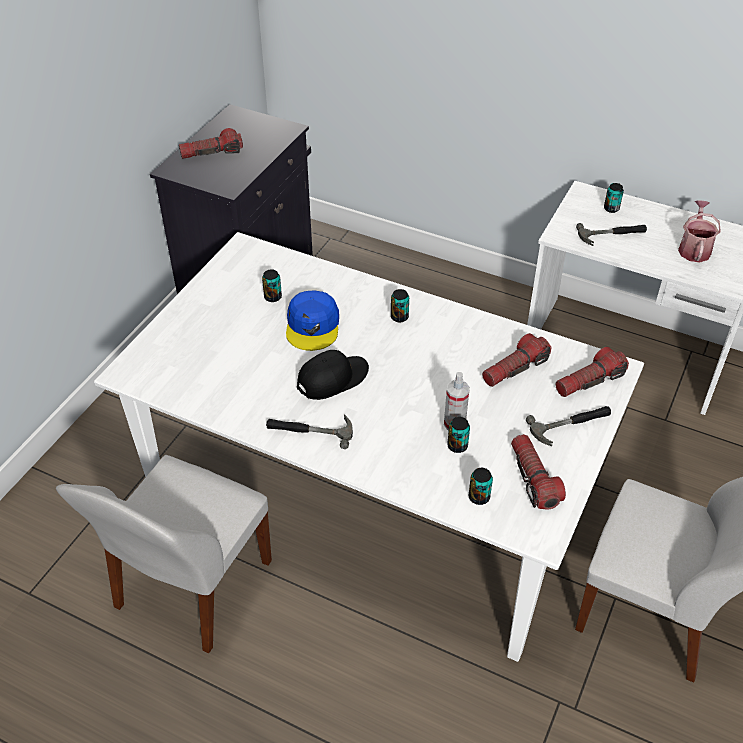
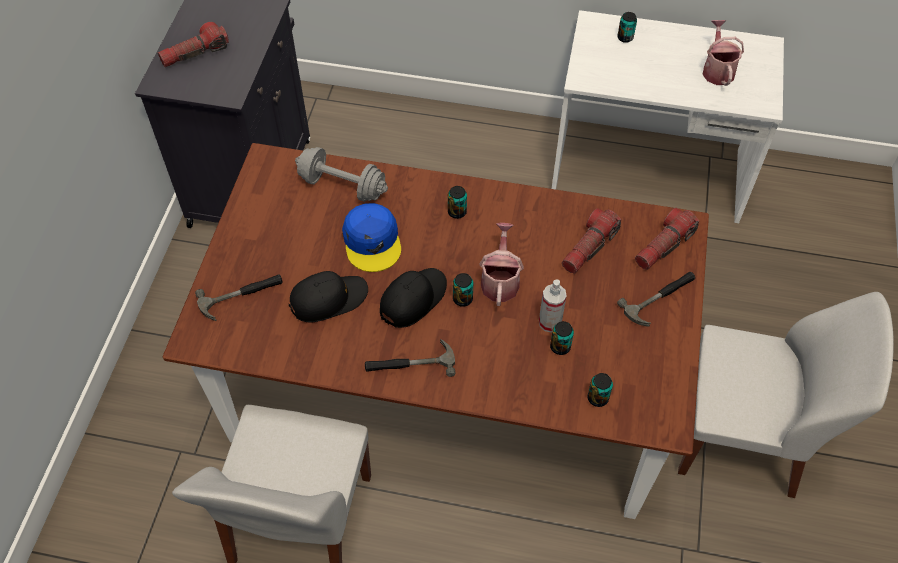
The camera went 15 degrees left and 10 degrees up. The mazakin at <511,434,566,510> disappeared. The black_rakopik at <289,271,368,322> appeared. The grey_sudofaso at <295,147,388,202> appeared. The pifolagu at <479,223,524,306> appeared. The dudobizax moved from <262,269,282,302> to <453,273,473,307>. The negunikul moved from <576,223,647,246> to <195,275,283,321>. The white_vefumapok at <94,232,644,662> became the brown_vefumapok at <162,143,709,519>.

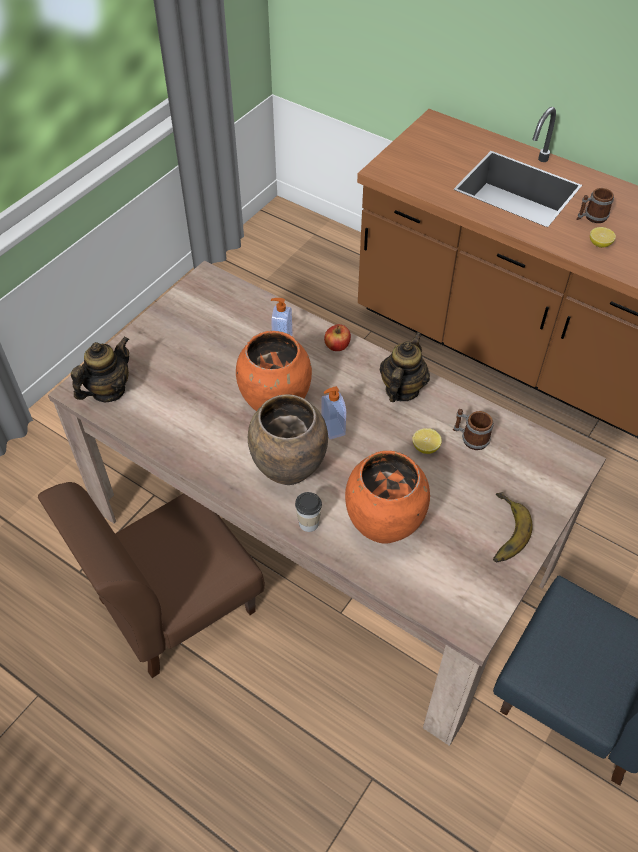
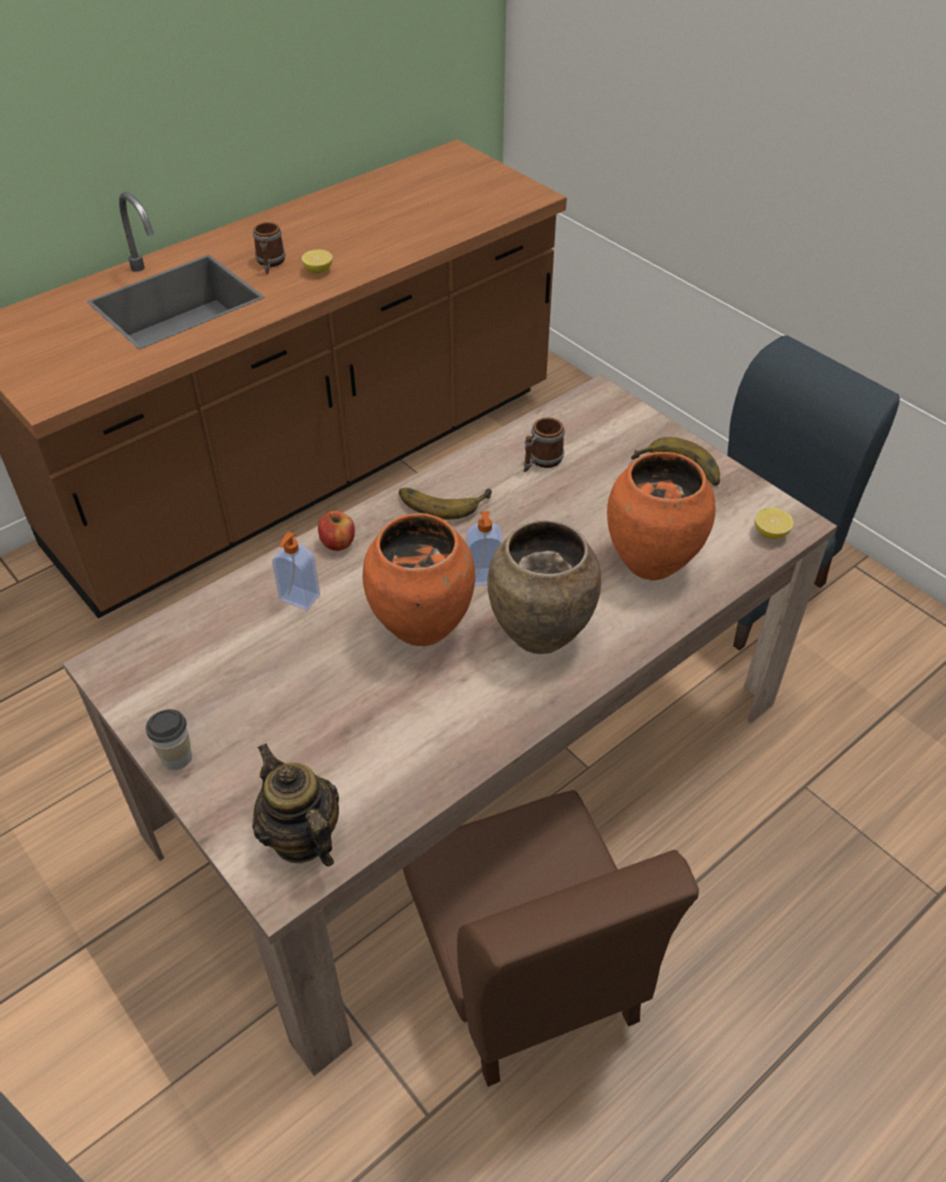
The camera went 75 degrees left and 5 degrees down. The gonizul moved from <295,492,322,532> to <146,709,192,770>. The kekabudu moved from <412,428,442,454> to <755,508,794,539>. The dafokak at <380,332,430,402> was replaced by the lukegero at <399,488,492,520>.

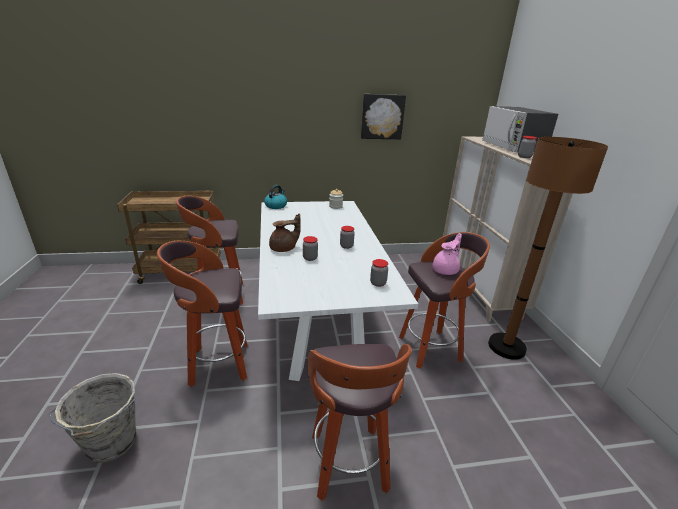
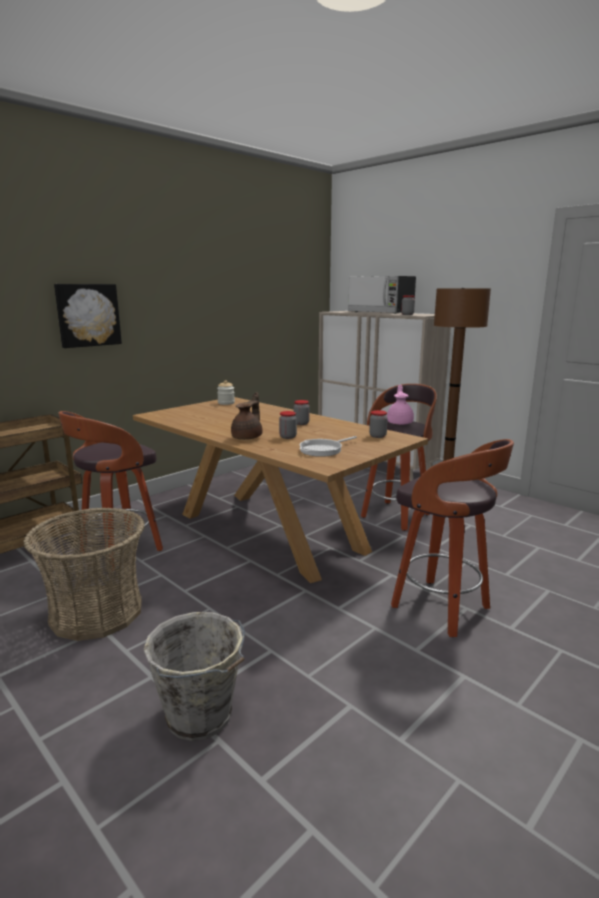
The camera went 35 degrees left and 10 degrees down. The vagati at <157,241,248,387> disappeared. The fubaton at <264,185,287,209> disappeared. The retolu at <23,507,145,641> appeared. The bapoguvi at <299,436,357,457> appeared. The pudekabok moved from <361,94,406,139> to <54,284,122,348>. The white_vefumapok at <258,201,418,381> became the brown_vefumapok at <133,397,428,583>.

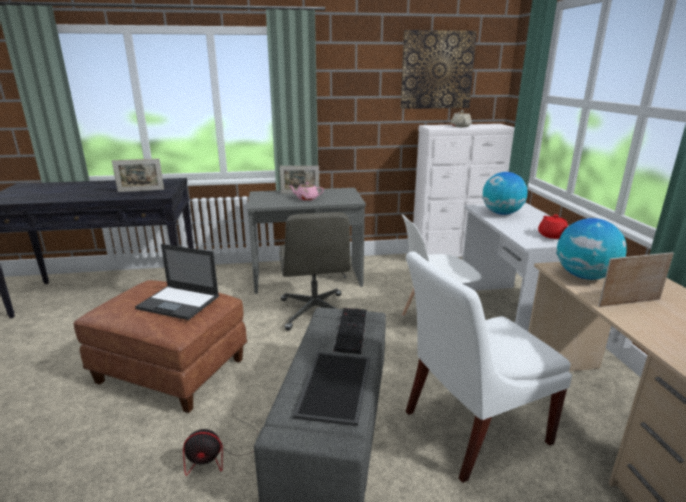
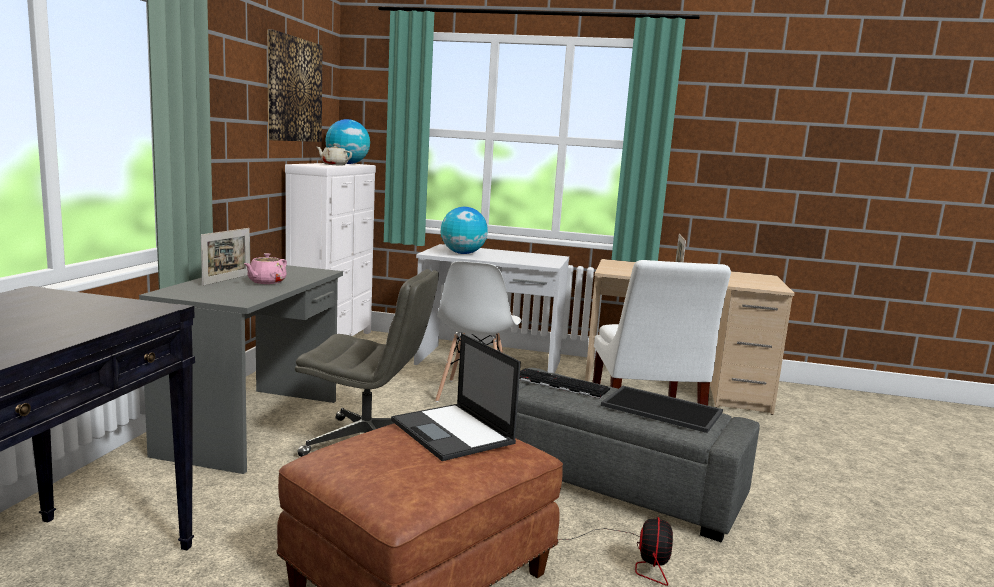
The camera went 70 degrees left and 10 degrees down. The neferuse at <112,159,164,192> disappeared. The red_dafokak at <538,214,568,239> disappeared. The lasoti moved from <556,218,627,280> to <325,119,370,164>. The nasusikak at <135,244,219,320> turned 105 degrees clockwise.

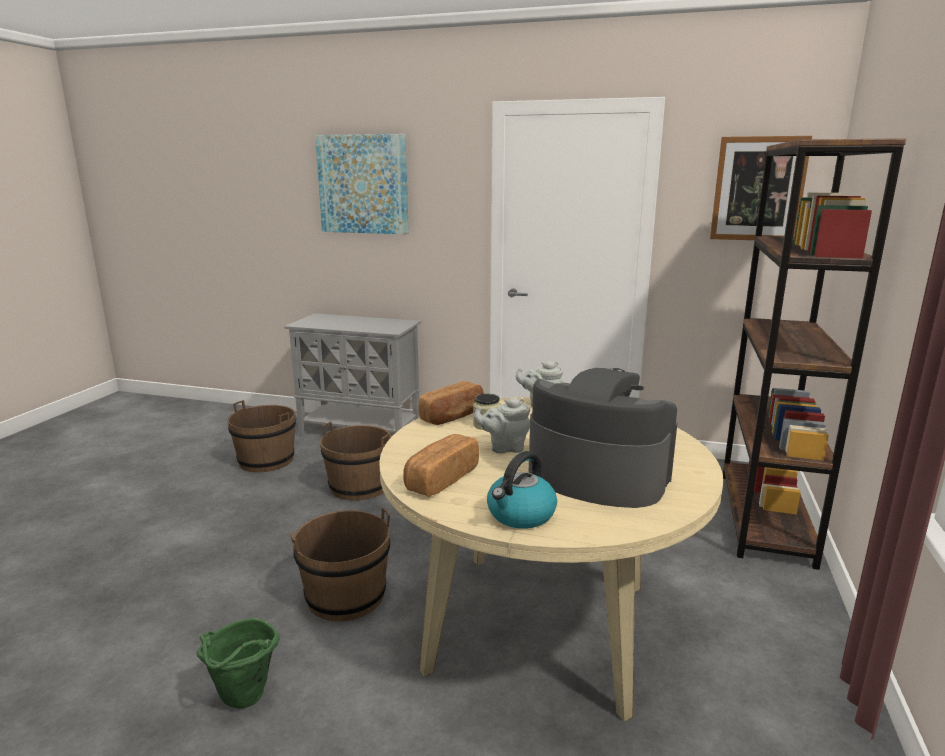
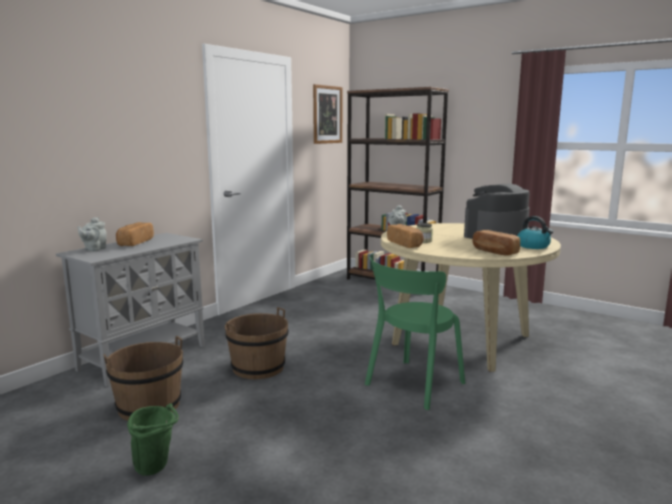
The camera went 70 degrees left and 5 degrees down. The pudekabok at <315,134,409,234> disappeared. The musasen at <116,222,154,246> appeared. The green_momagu moved from <197,618,280,709> to <127,403,179,476>. The grey_dafokak moved from <474,398,530,454> to <77,217,107,251>. The brown_momagu at <290,507,390,621> was replaced by the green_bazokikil at <365,257,465,410>.

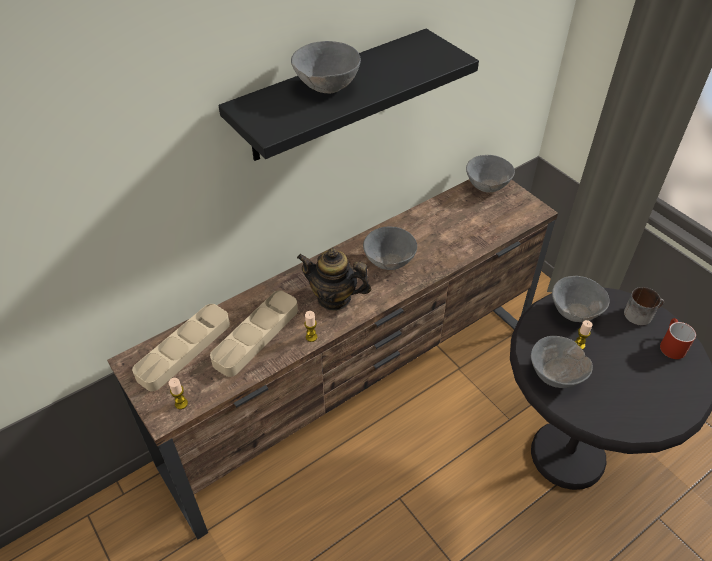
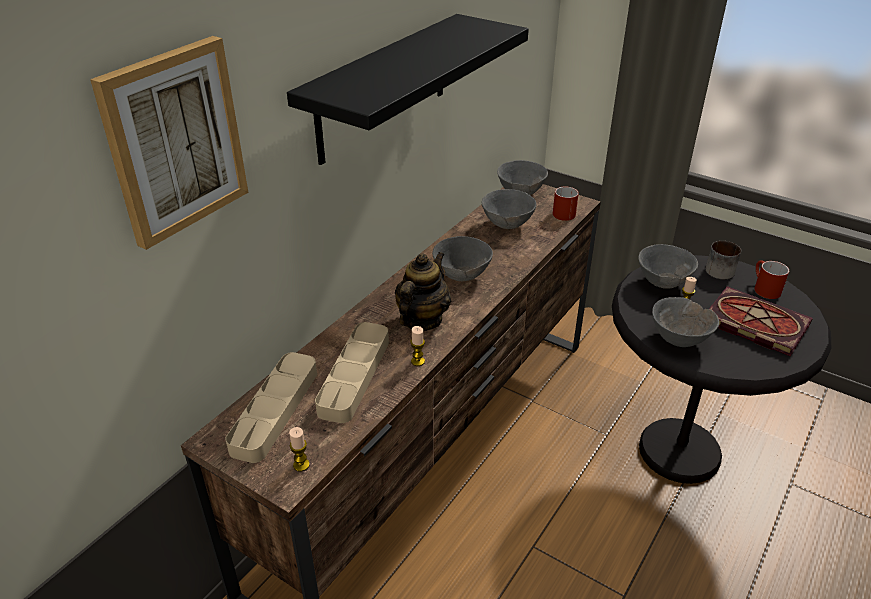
The camera went 20 degrees left and 10 degrees down. The pudekabok at <90,36,248,250> appeared. The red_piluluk at <553,186,579,221> appeared. The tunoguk at <709,286,813,356> appeared. The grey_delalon moved from <291,41,361,94> to <481,189,537,229>. The dafokak at <297,248,371,311> turned 120 degrees clockwise.

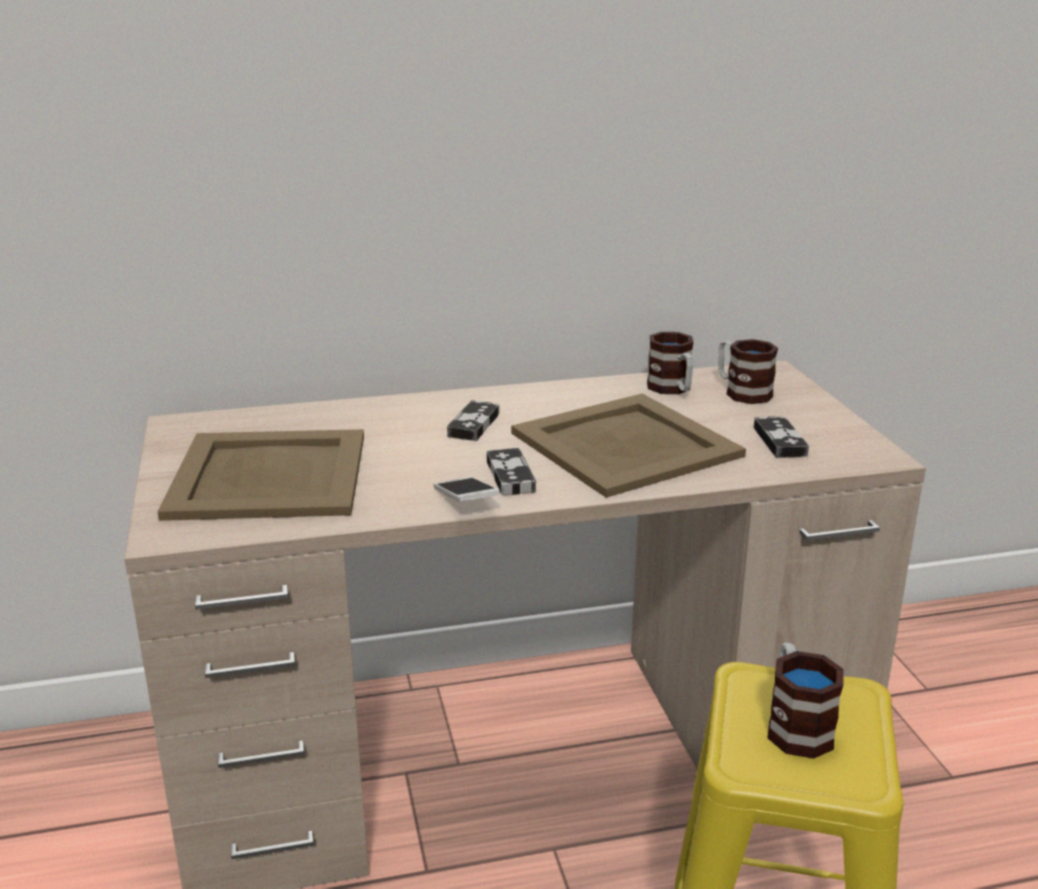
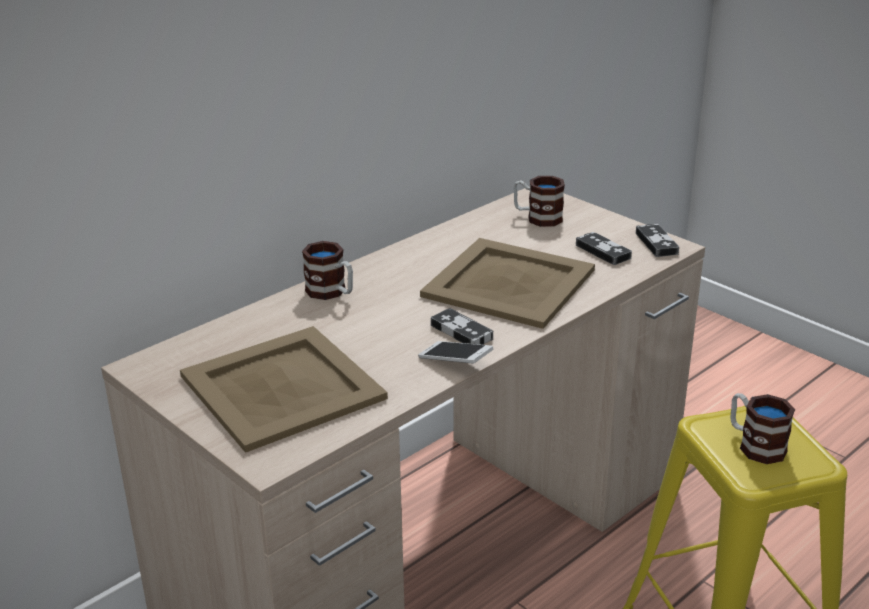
The camera went 30 degrees left and 5 degrees up. The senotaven moved from <447,400,499,441> to <636,224,679,257>. The piluluk moved from <647,332,694,394> to <302,241,353,300>.

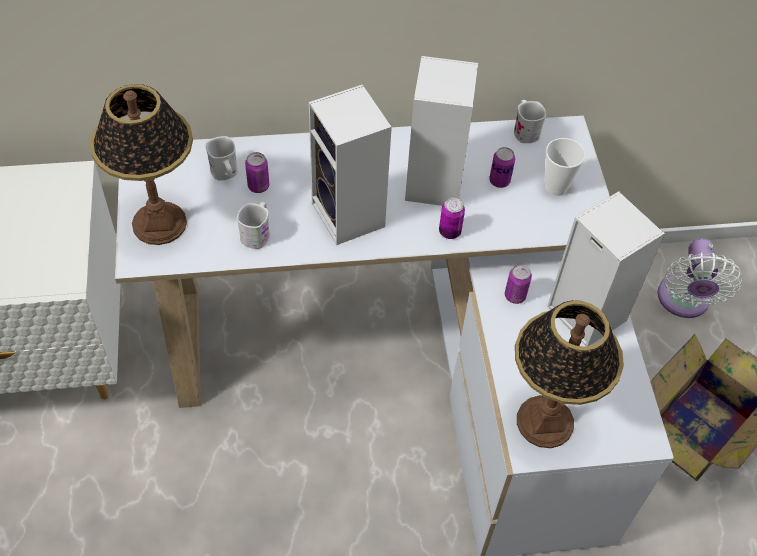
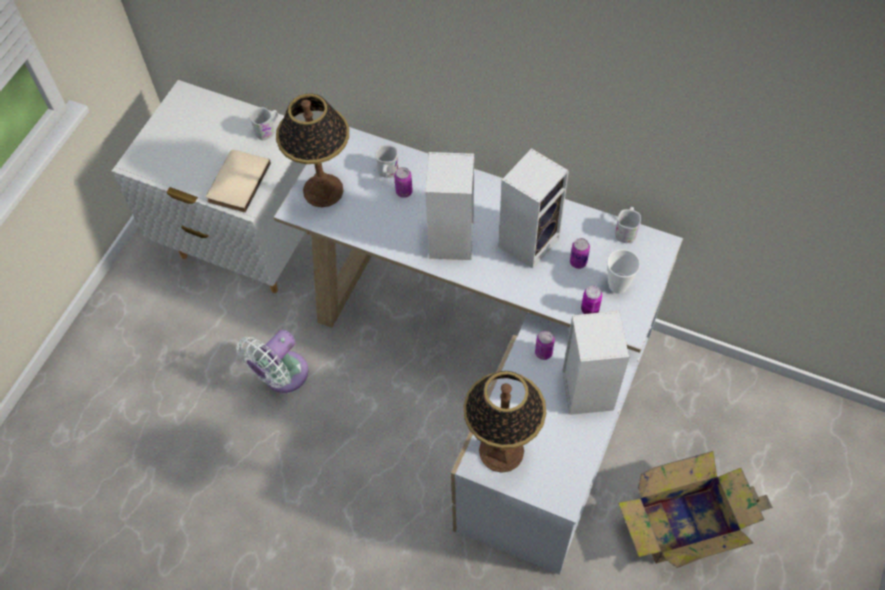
The camera went 35 degrees right and 5 degrees up. The beige_tunoguk at <206,150,271,213> appeared. The white_piluluk moved from <237,202,270,249> to <249,107,278,140>. The dudobizax moved from <439,198,465,239> to <581,286,602,314>. The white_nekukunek moved from <658,238,743,318> to <236,330,308,393>.

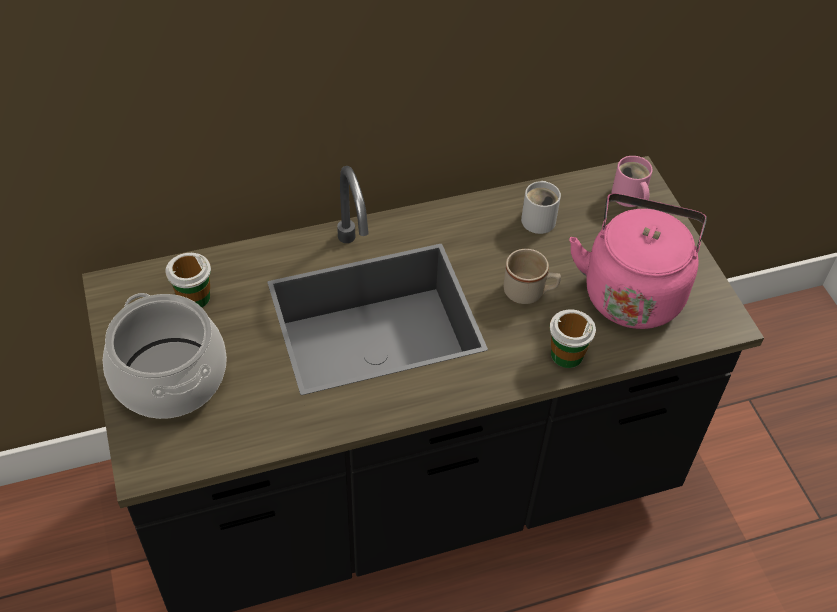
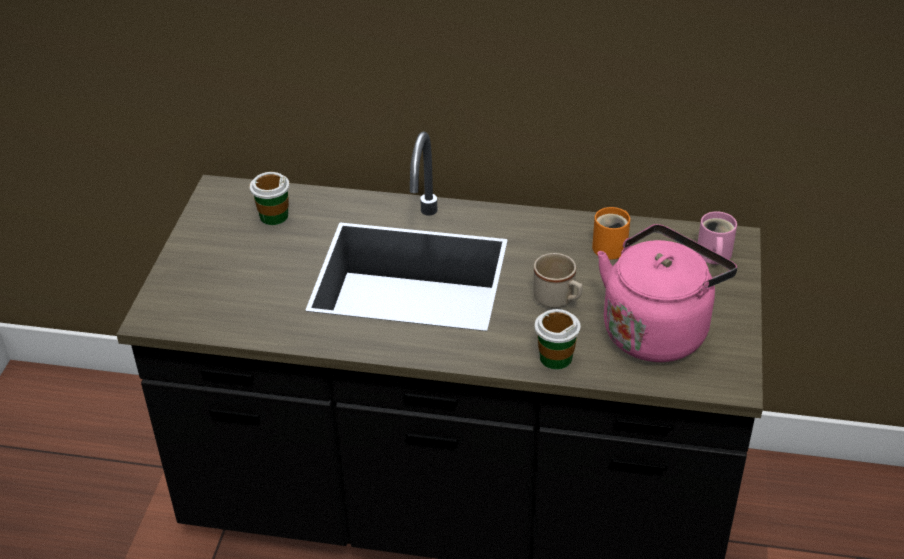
The camera went 30 degrees right and 10 degrees down. The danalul at <103,293,227,419> disappeared. The white_piluluk at <521,181,561,234> became the orange_piluluk at <592,207,630,260>.

